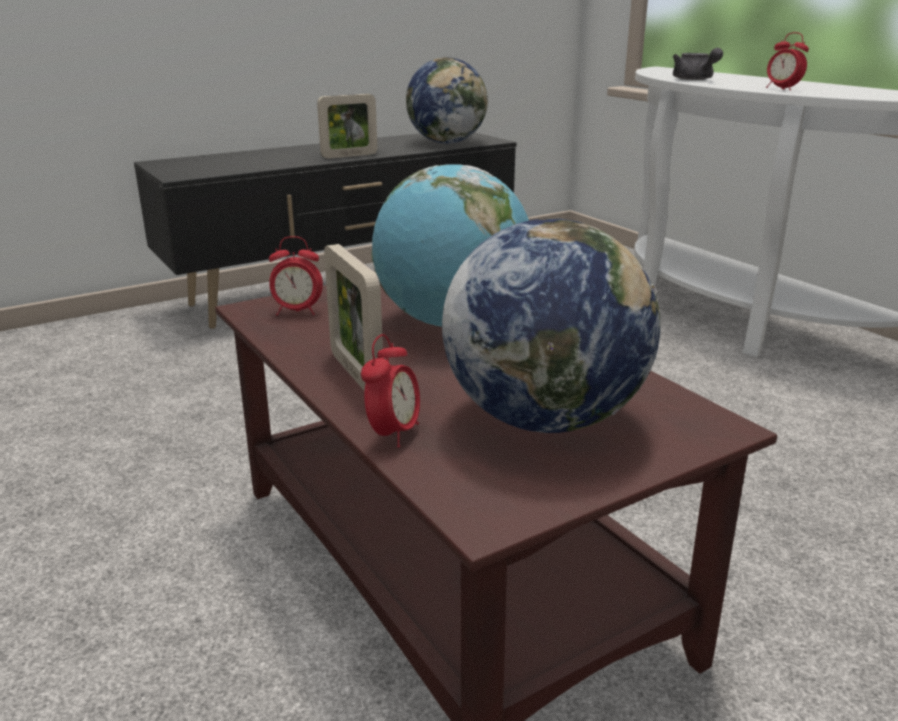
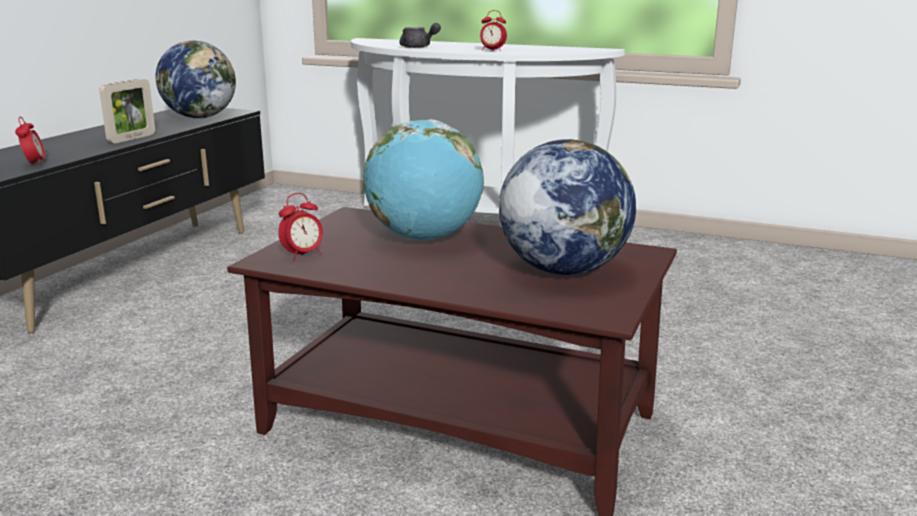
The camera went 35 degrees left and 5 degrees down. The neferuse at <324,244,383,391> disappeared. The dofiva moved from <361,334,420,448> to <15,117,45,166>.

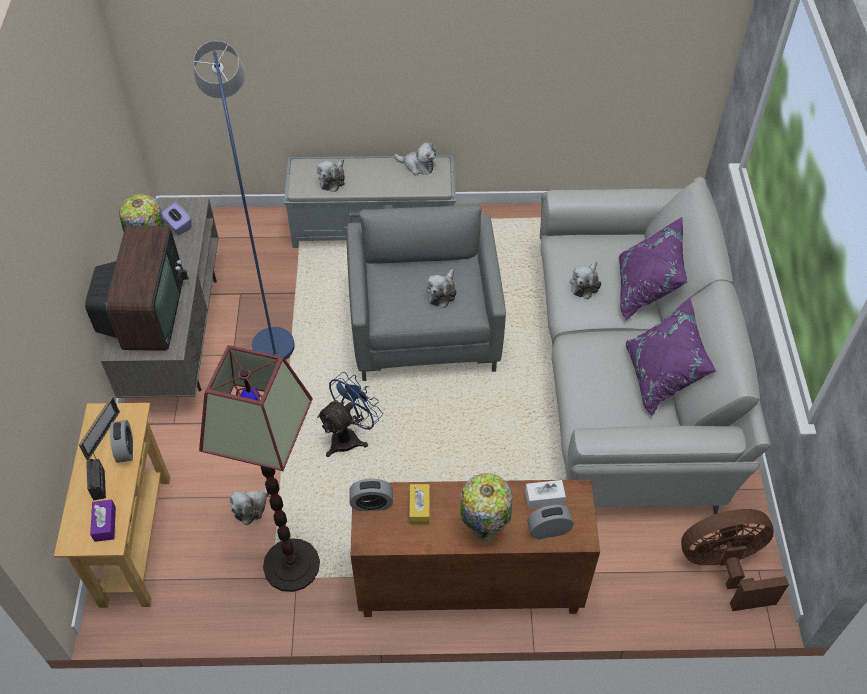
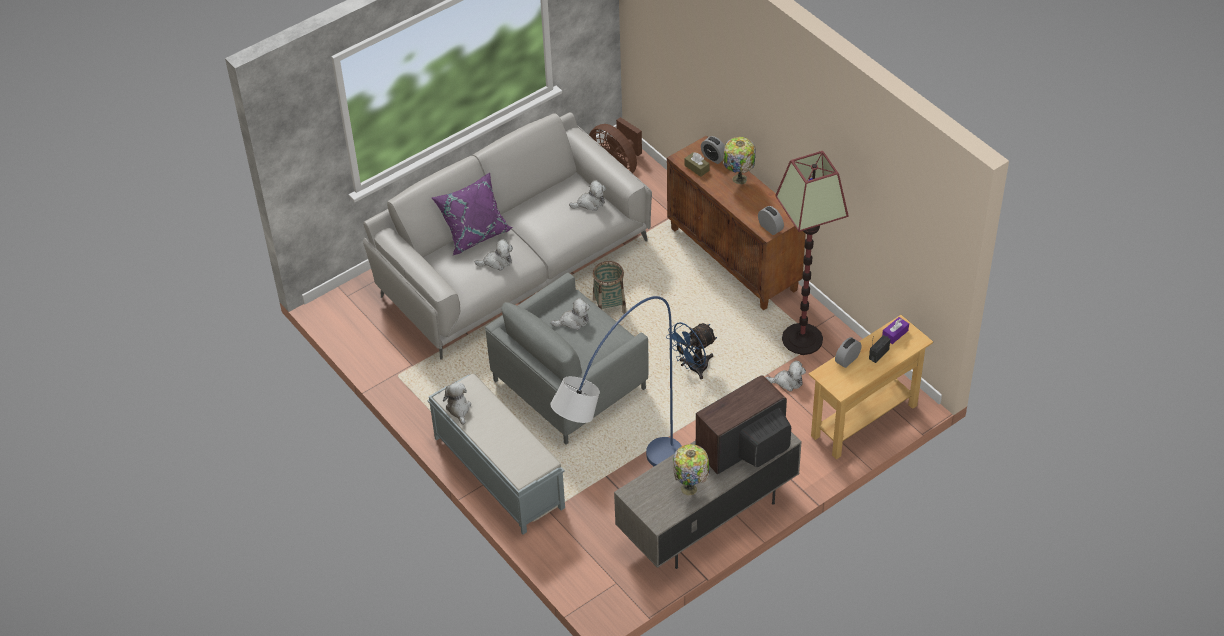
The camera went 125 degrees left and 5 degrees down. The neferuse at <79,396,120,460> disappeared. The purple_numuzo at <162,202,192,235> disappeared. The yellow_numuzo at <409,484,430,525> disappeared. The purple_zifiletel at <626,297,717,416> disappeared. The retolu at <593,261,626,314> appeared. The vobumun moved from <317,158,345,192> to <569,180,606,211>. The white_numuzo at <525,480,566,508> became the brown_numuzo at <684,152,710,177>. The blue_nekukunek at <317,372,383,457> turned 45 degrees counterclockwise.

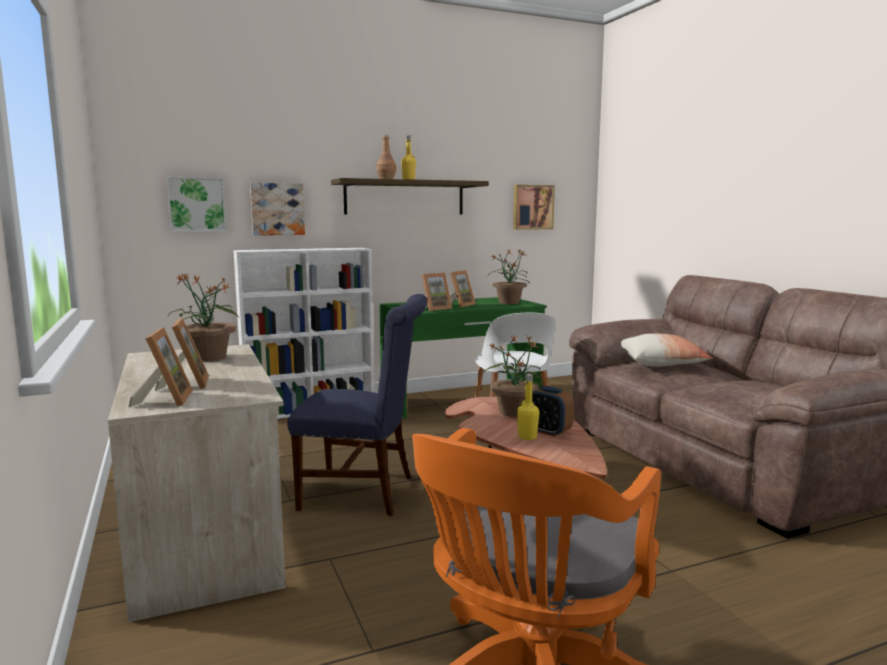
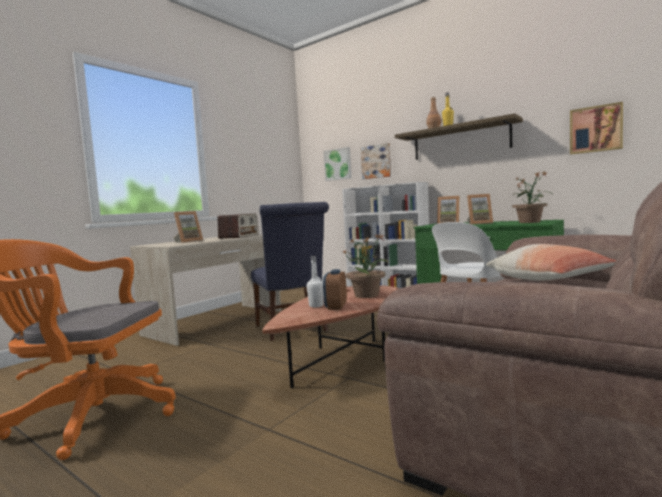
The camera went 60 degrees right and 5 degrees down. The neferuse at <129,327,193,407> disappeared. The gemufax at <168,274,238,362> was replaced by the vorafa at <218,213,259,239>. The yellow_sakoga at <517,374,539,440> became the white_sakoga at <306,256,324,307>.

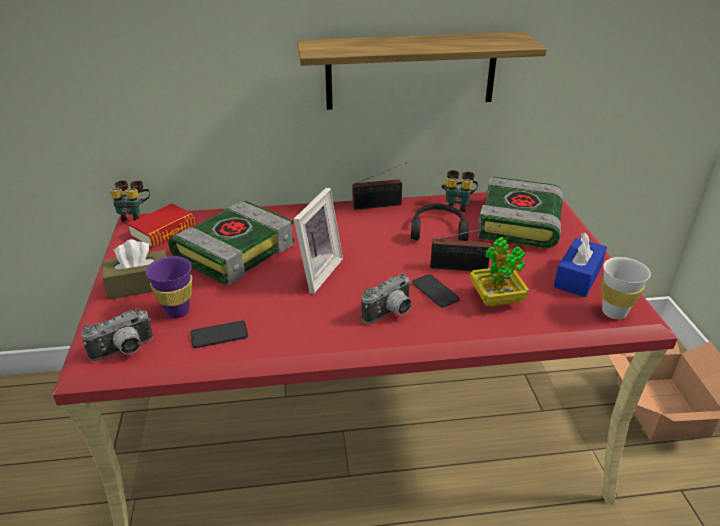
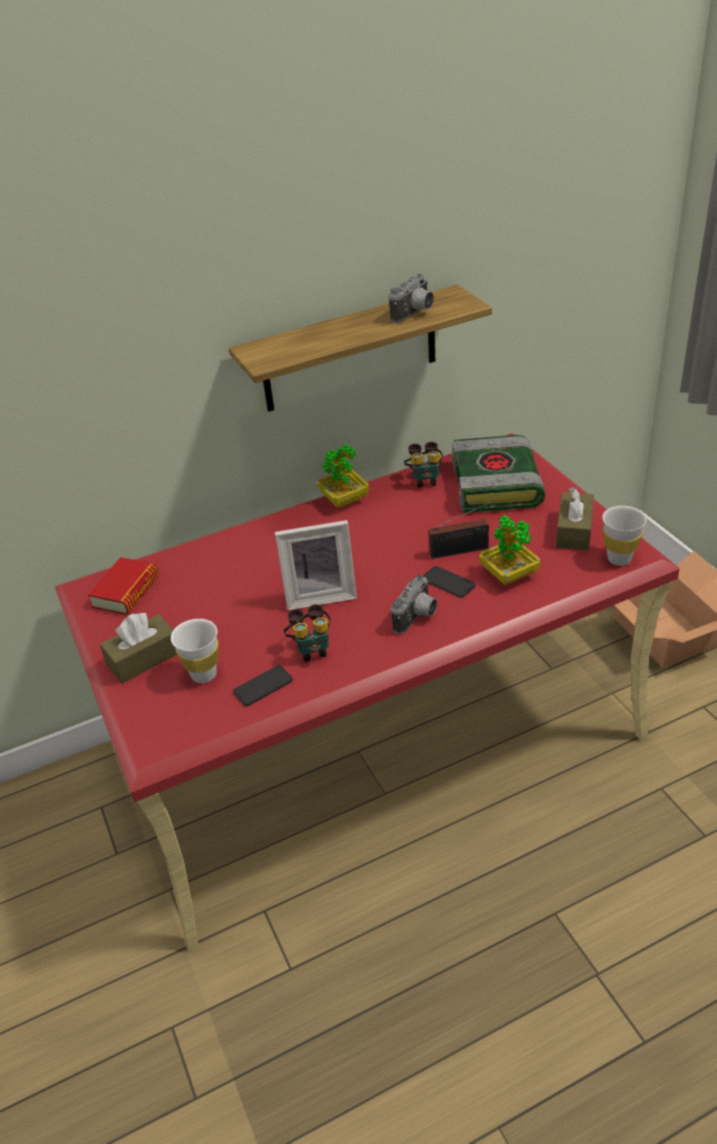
The camera went 15 degrees left and 5 degrees up. The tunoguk at <168,201,294,285> disappeared. The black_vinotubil at <411,204,469,241> disappeared. The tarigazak moved from <81,309,153,361> to <389,274,434,323>. The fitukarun moved from <110,180,150,222> to <284,604,331,662>. The vorafa at <352,162,407,210> was replaced by the gemufax at <316,444,369,507>. The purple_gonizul at <146,256,192,318> became the white_gonizul at <171,619,219,683>. The blue_numuzo at <554,232,607,297> became the brown_numuzo at <556,487,594,550>. The neferuse at <294,188,343,294> turned 75 degrees clockwise.

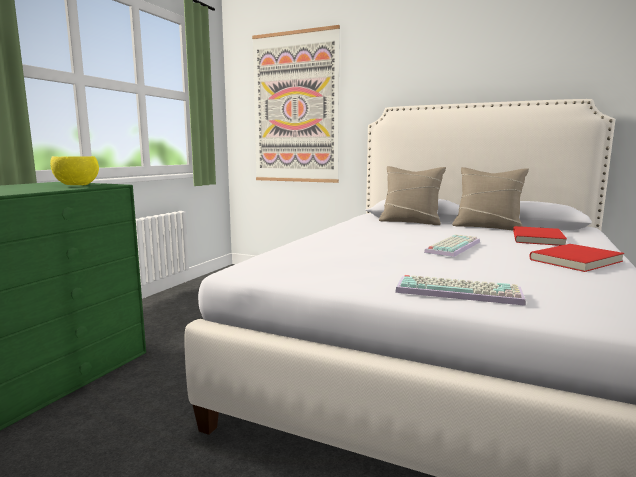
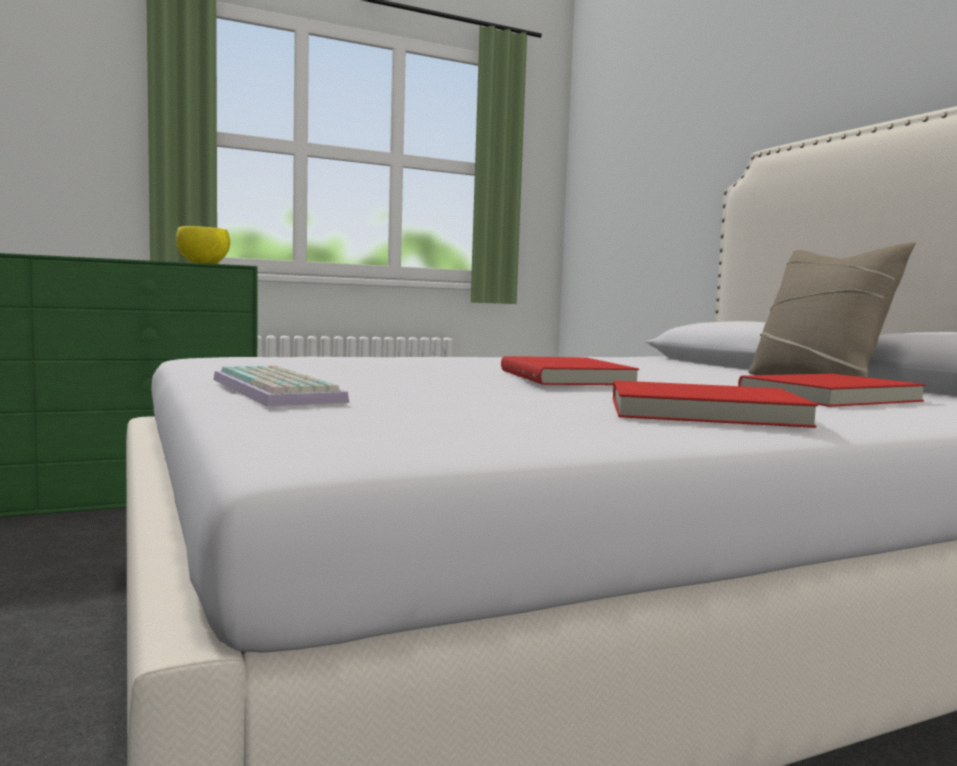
The camera went 40 degrees right and 5 degrees down. The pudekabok at <252,25,340,183> disappeared. The beige_zifiletel at <379,166,446,225> disappeared. The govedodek at <424,234,480,257> was replaced by the red_tunoguk at <501,356,639,385>.

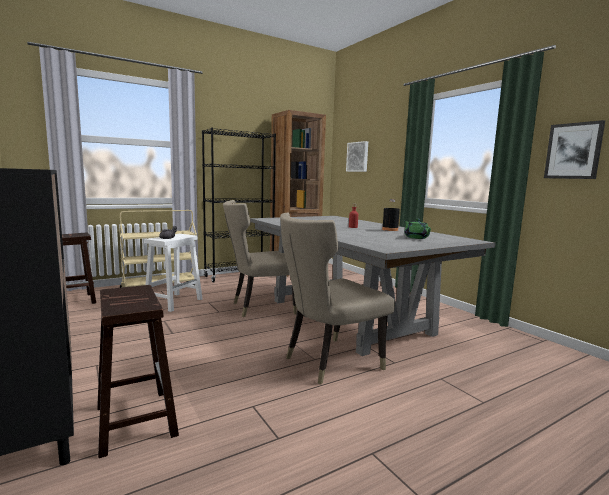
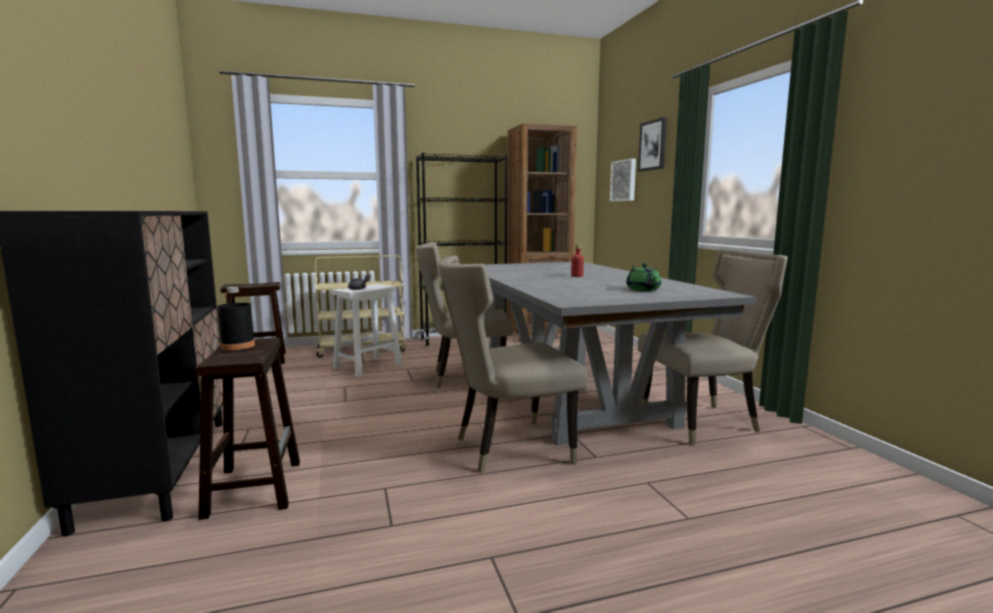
The camera went 15 degrees right and 0 degrees up. The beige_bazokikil at <638,249,788,445> appeared. The black_sakoga moved from <382,199,400,231> to <217,287,255,350>. The pudekabok moved from <544,120,605,179> to <638,117,667,172>.

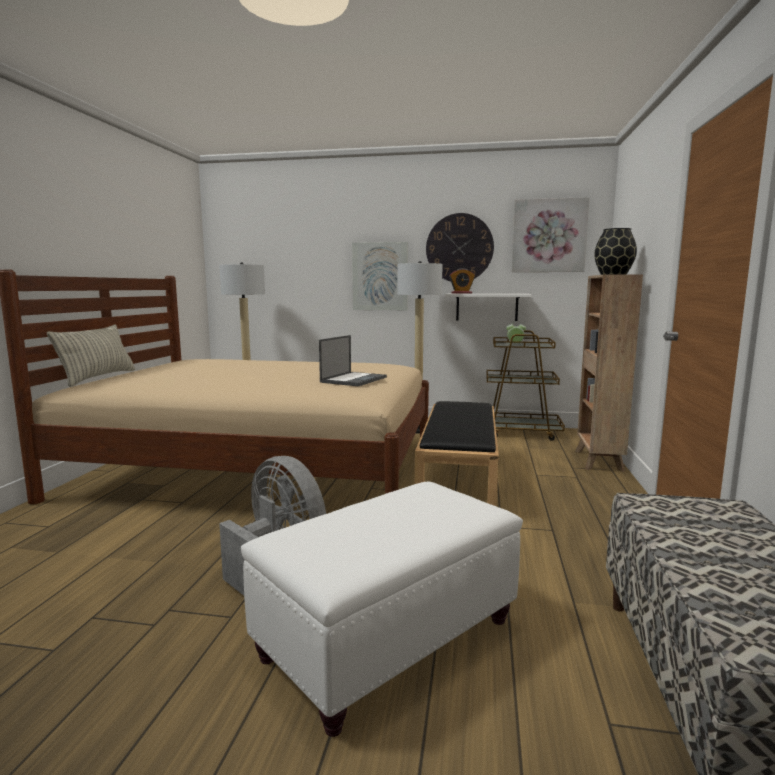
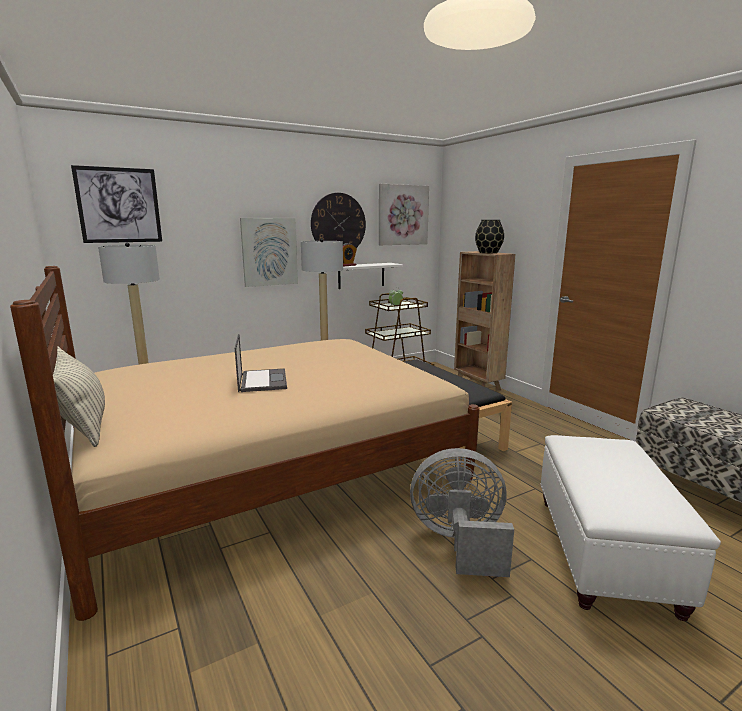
The camera went 40 degrees left and 5 degrees up. The pudekabok at <71,165,162,243> appeared. The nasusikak moved from <319,335,387,386> to <235,334,287,392>.

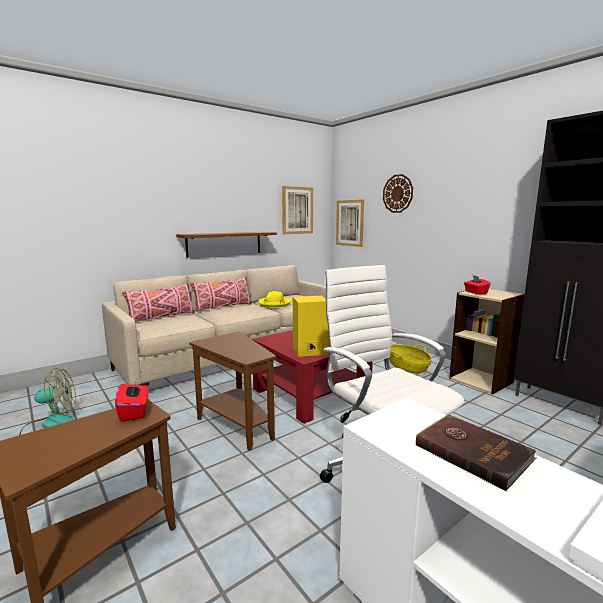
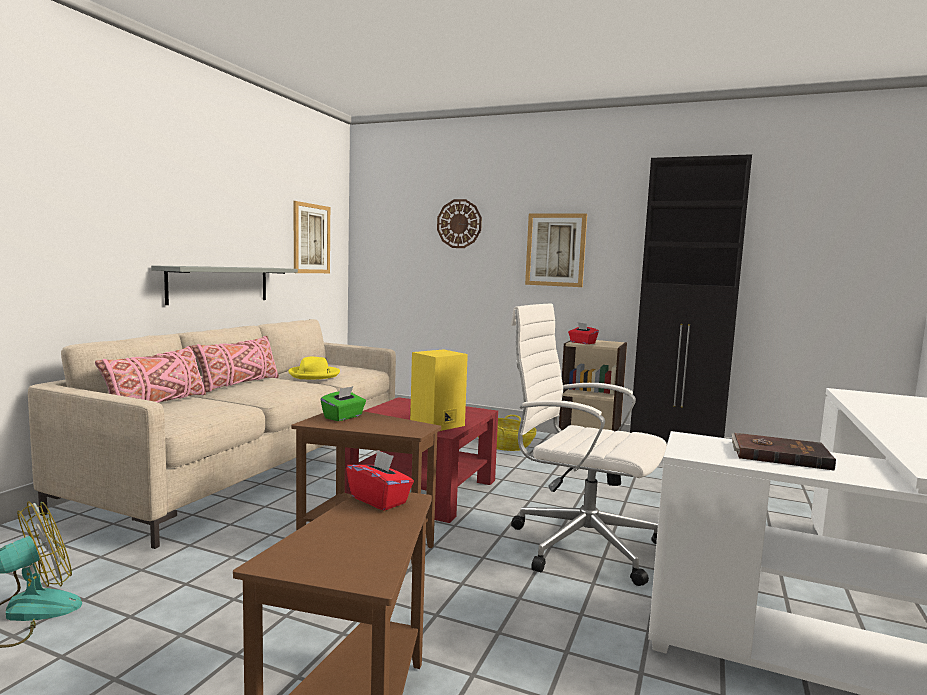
The camera went 30 degrees left and 5 degrees down. The green_numuzo at <320,386,366,421> appeared. The pudekabok moved from <336,200,364,247> to <525,214,587,287>. The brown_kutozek at <176,232,277,258> became the grey_kutozek at <151,265,298,305>.

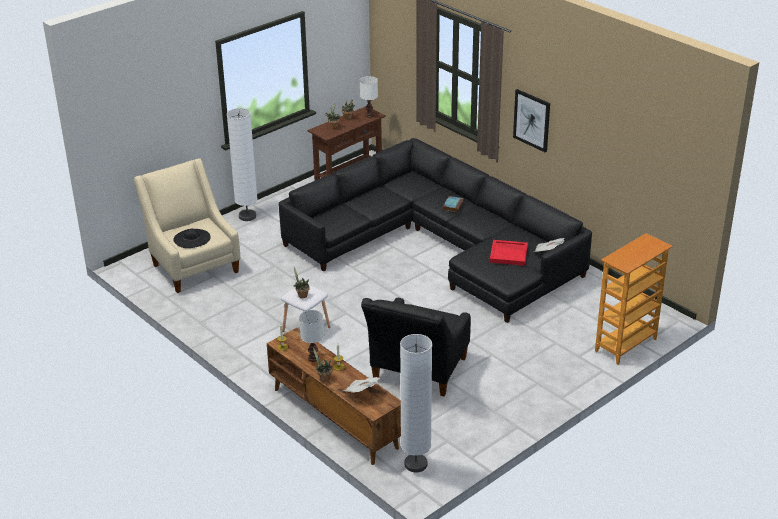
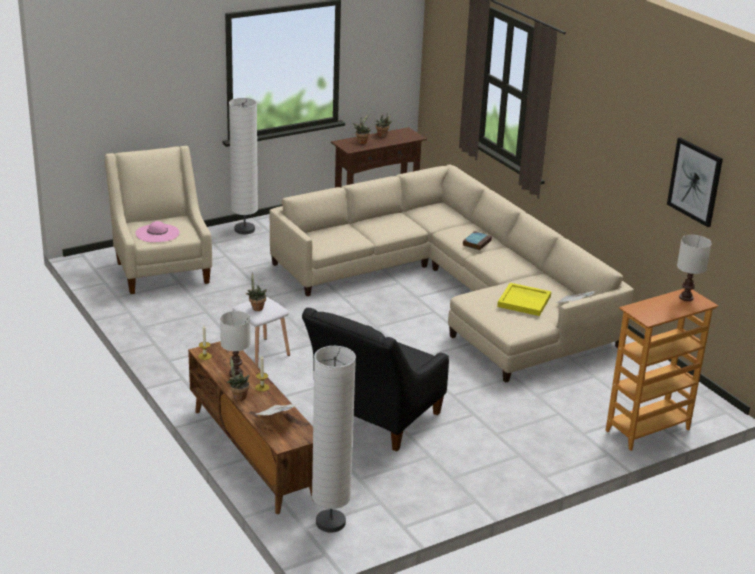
The camera went 10 degrees right and 5 degrees down. The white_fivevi moved from <360,76,378,118> to <677,235,712,301>. The pudekabok moved from <513,89,550,152> to <667,138,723,227>. The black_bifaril at <173,229,211,248> became the pink_bifaril at <135,221,179,242>. The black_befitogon at <278,138,592,323> became the beige_befitogon at <269,165,634,383>. The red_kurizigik at <490,240,528,266> became the yellow_kurizigik at <497,283,551,316>.

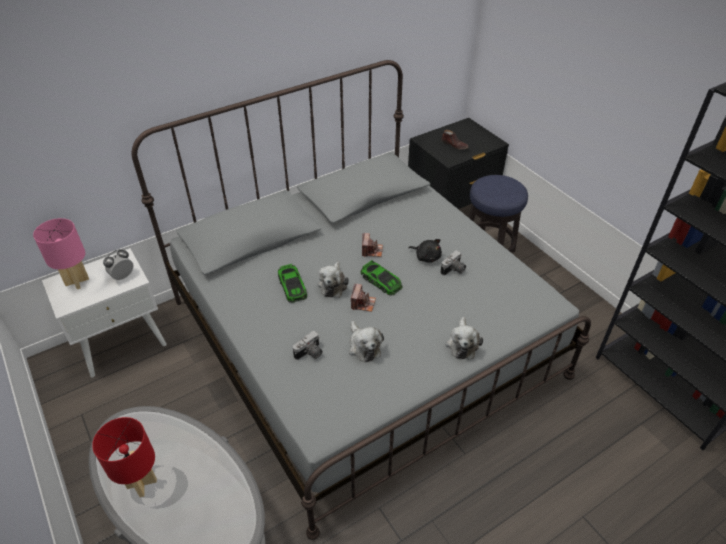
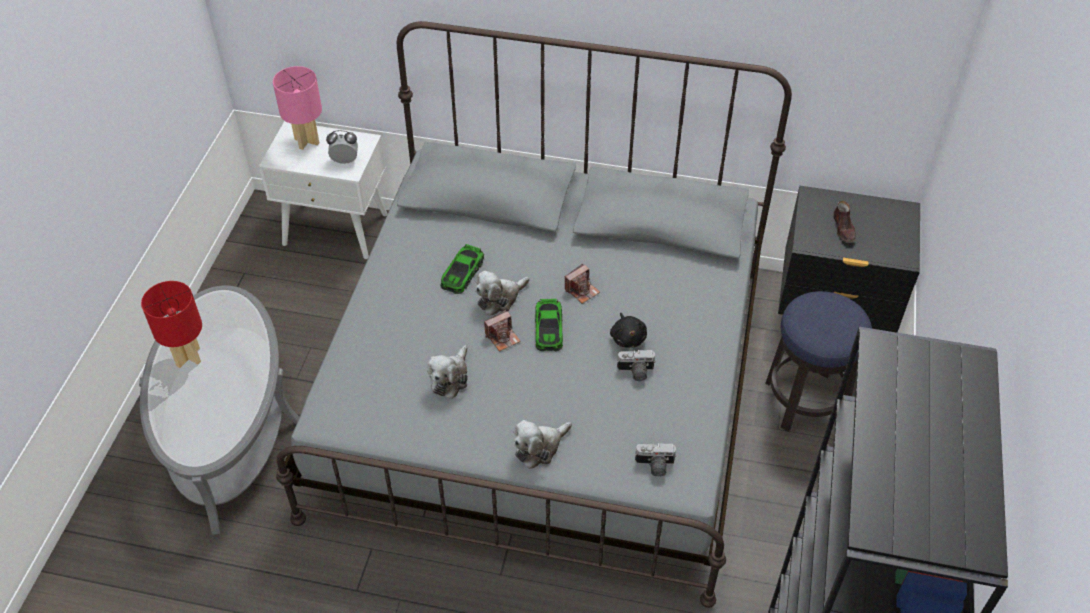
The camera went 45 degrees right and 5 degrees up. The tarigazak moved from <293,331,323,360> to <635,443,676,477>.

